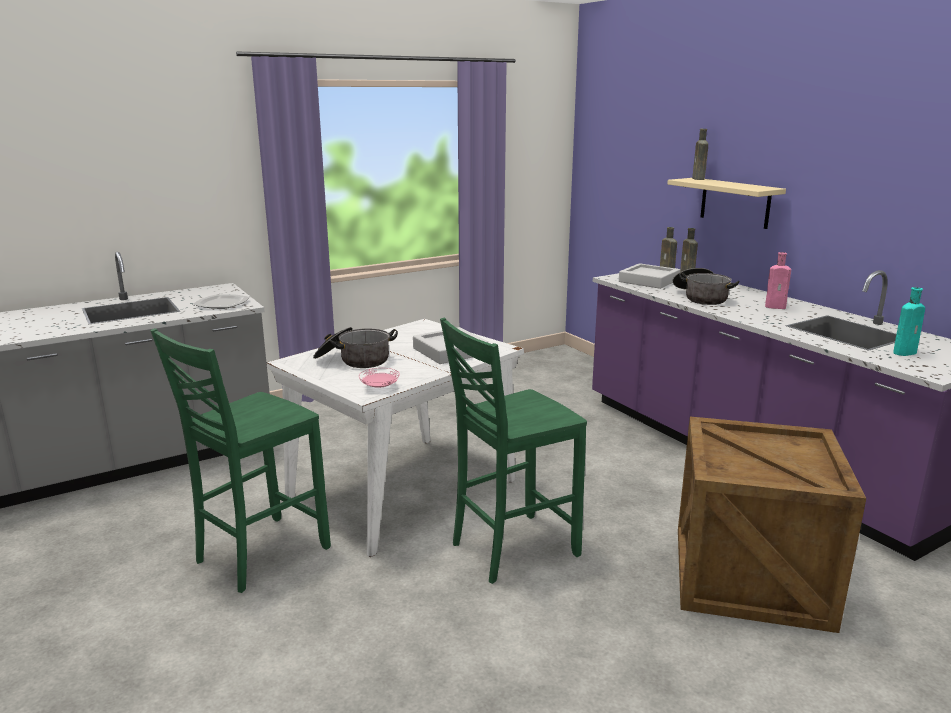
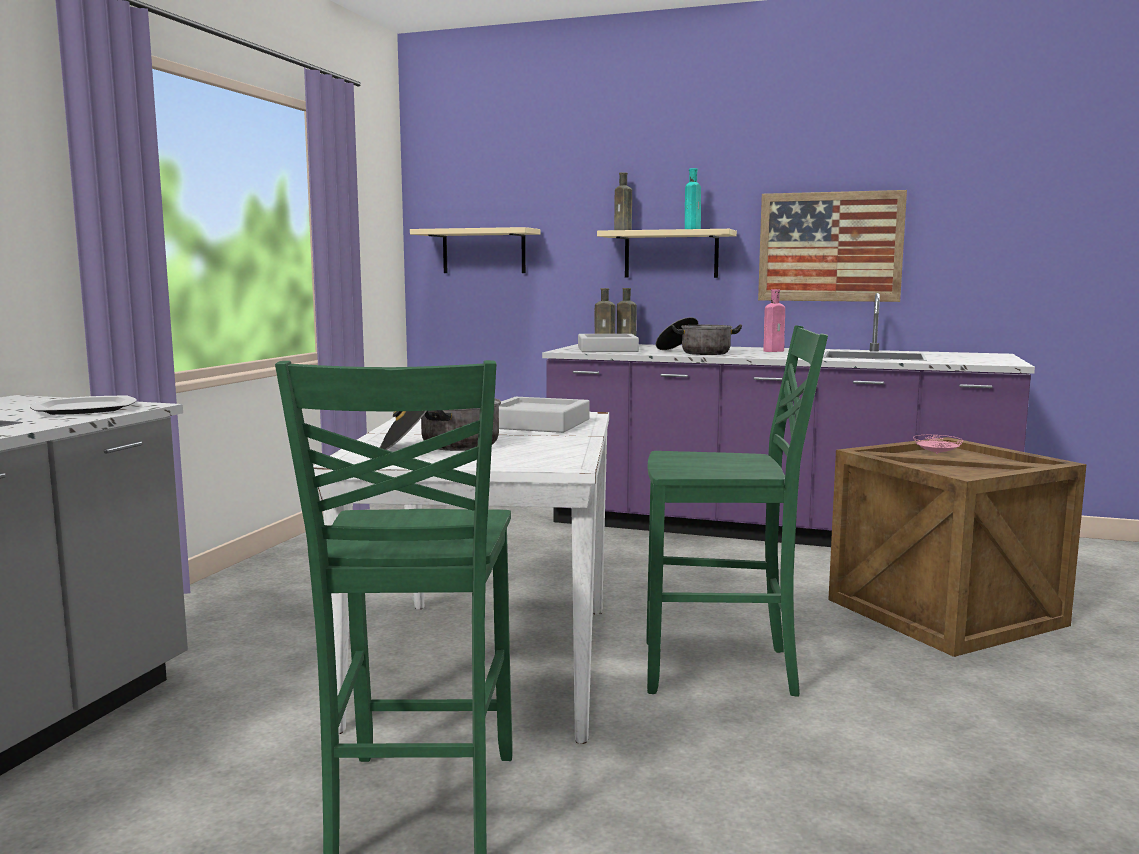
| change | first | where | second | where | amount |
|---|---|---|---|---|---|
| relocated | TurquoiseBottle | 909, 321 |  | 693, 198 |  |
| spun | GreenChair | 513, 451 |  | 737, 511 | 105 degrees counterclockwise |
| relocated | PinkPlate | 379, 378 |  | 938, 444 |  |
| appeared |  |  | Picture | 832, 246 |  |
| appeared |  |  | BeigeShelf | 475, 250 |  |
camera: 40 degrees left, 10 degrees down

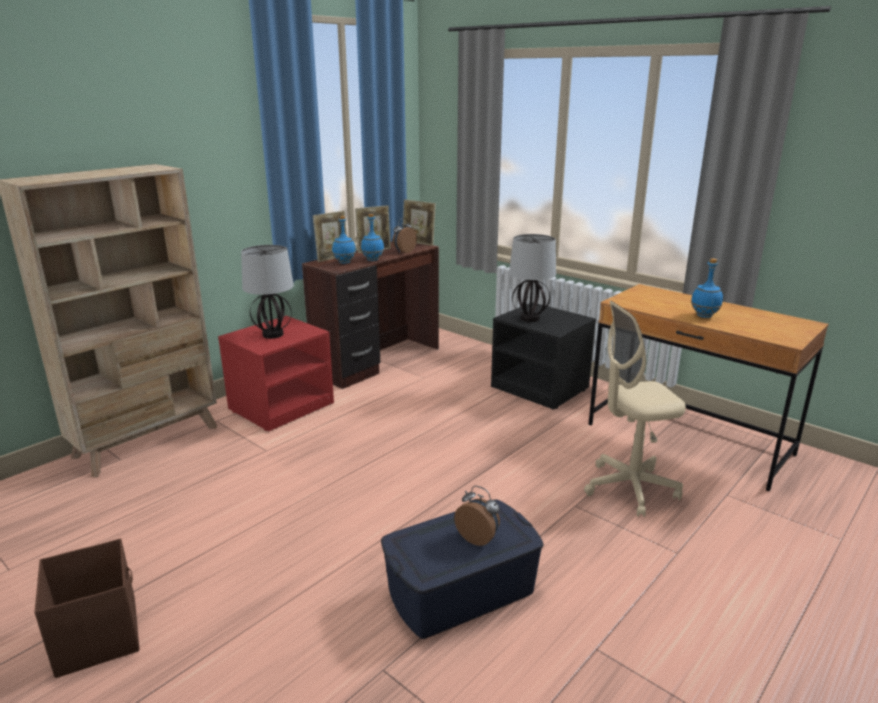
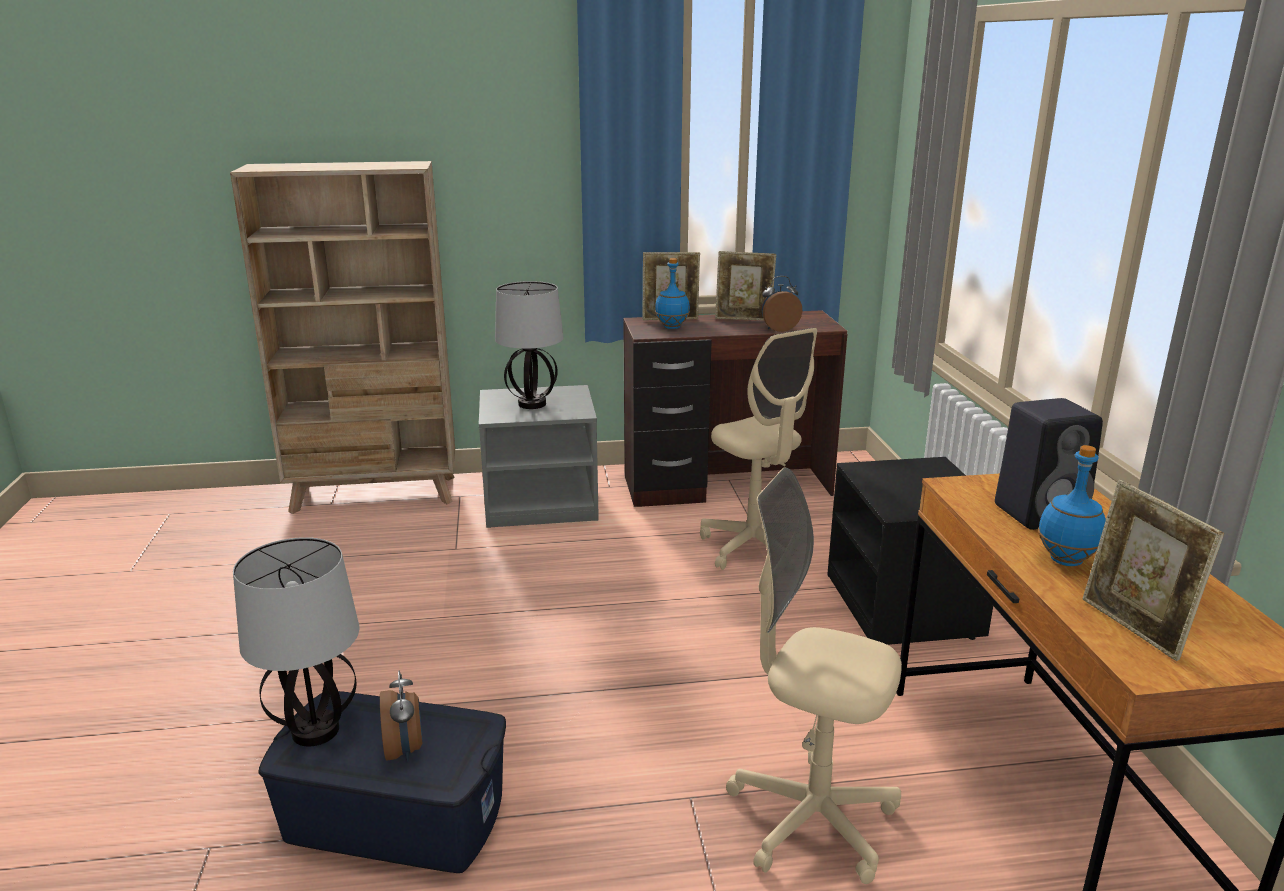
| change | first | where | second | where | amount |
|---|---|---|---|---|---|
| relocated | PictureFrame | 419, 222 |  | 1153, 570 |  |
| missing | BlueBottle | 372, 237 |  |  |  |
| relocated | TableLamp | 532, 278 |  | 296, 641 |  |
| colour | RedNightstand | 276, 374 | GreyNightstand | 539, 456 |  |
| missing | BrownStorageBox | 87, 608 |  |  |  |
| appeared |  |  | BeigeOfficeChair | 758, 449 |  |
| appeared |  |  | BlackSpeaker | 1049, 464 |  |
camera: 40 degrees right, 0 degrees up

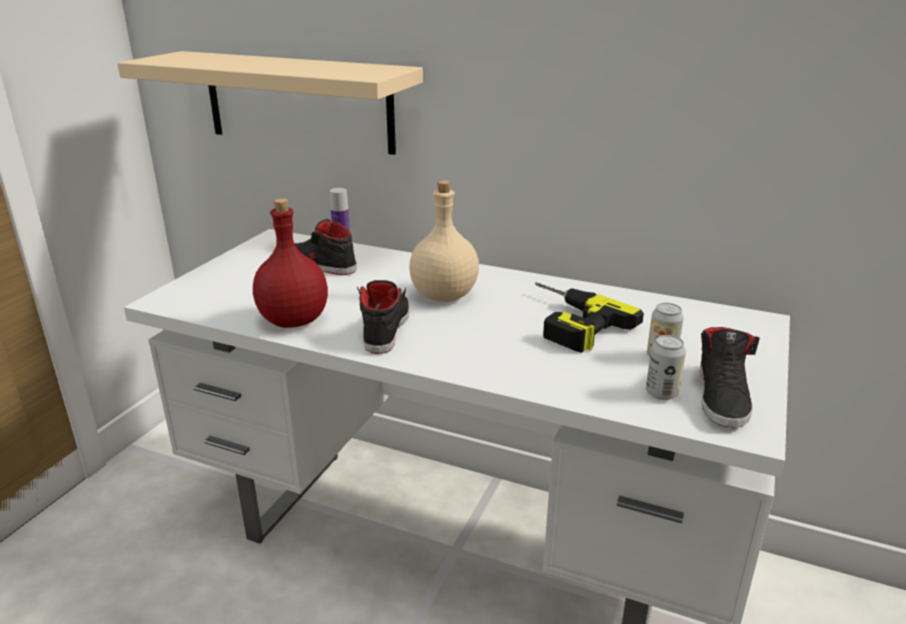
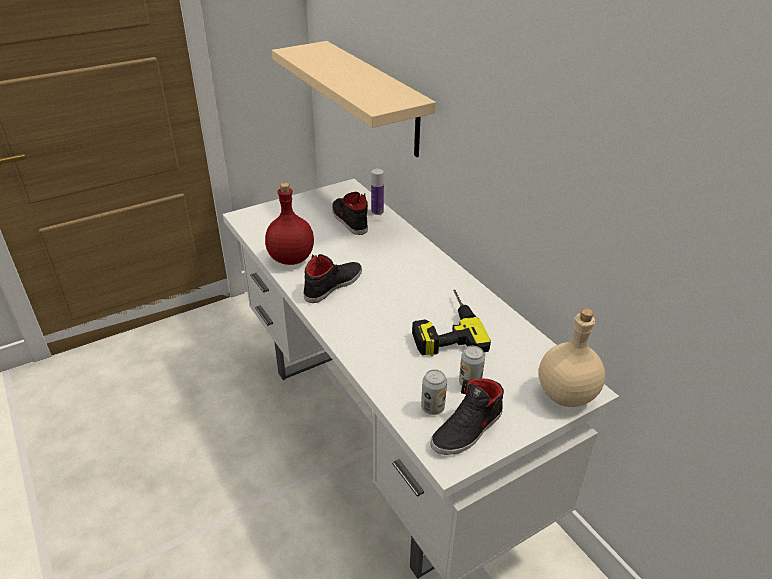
| change | first | where | second | where | amount |
|---|---|---|---|---|---|
| relocated | BeigeBottle | 444, 241 |  | 572, 357 |  |
camera: 35 degrees right, 10 degrees up

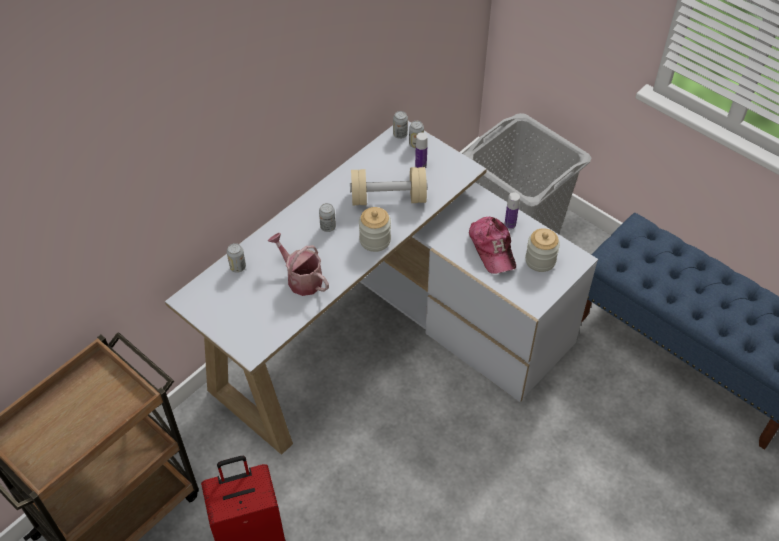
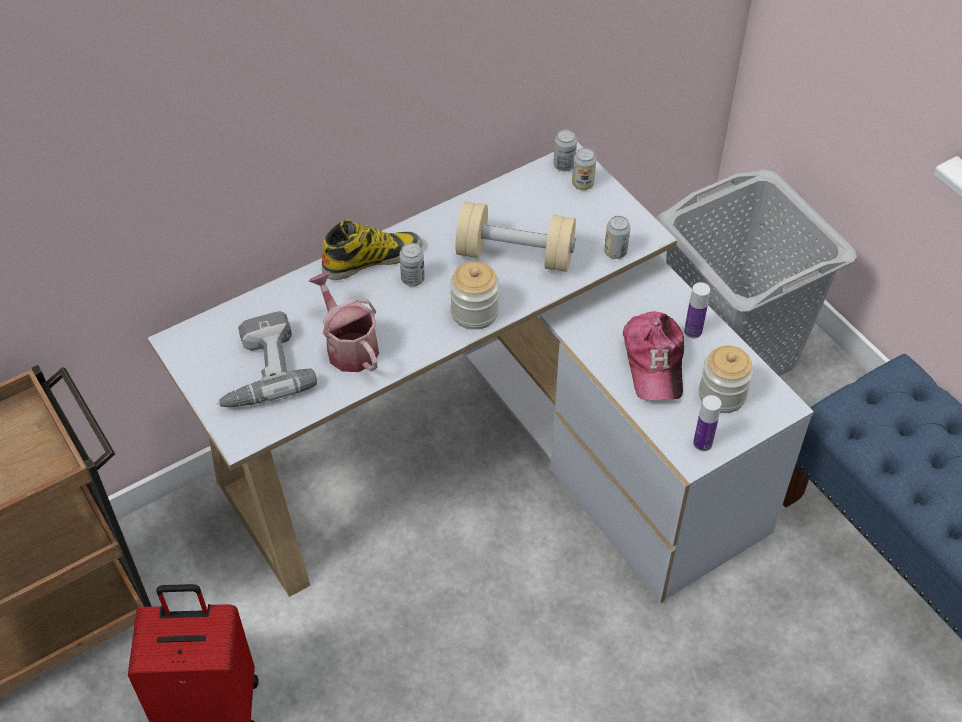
| change | first | where | second | where | amount |
|---|---|---|---|---|---|
| relocated | Bottle | 421, 150 |  | 707, 423 |  |
| relocated | Can | 236, 258 |  | 617, 237 |  |
| appeared |  |  | Boot | 372, 249 |  |
| appeared |  |  | PowerDrill | 267, 359 |  |
camera: 15 degrees right, 0 degrees up

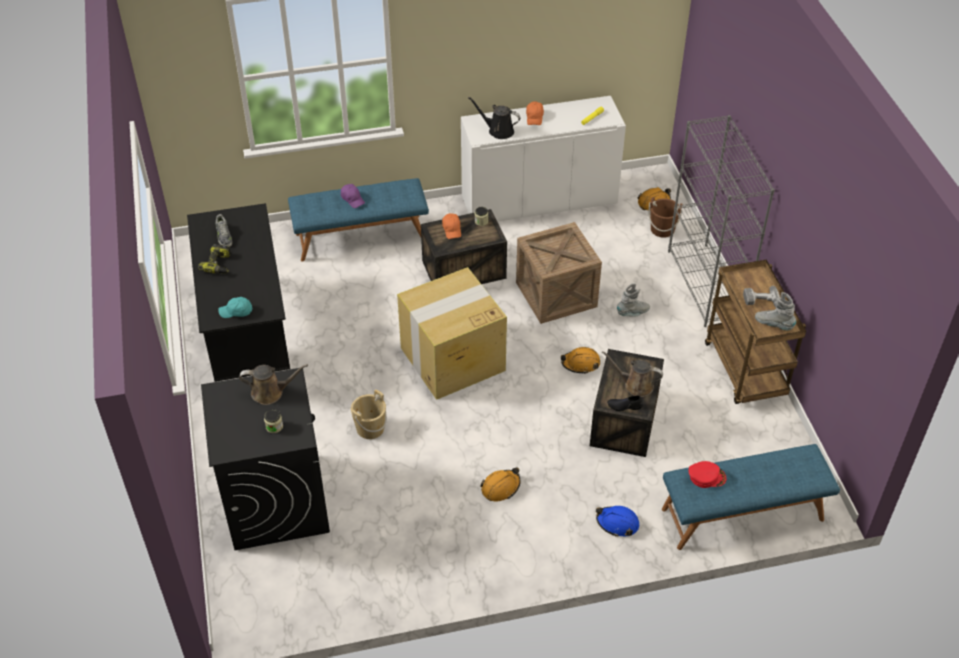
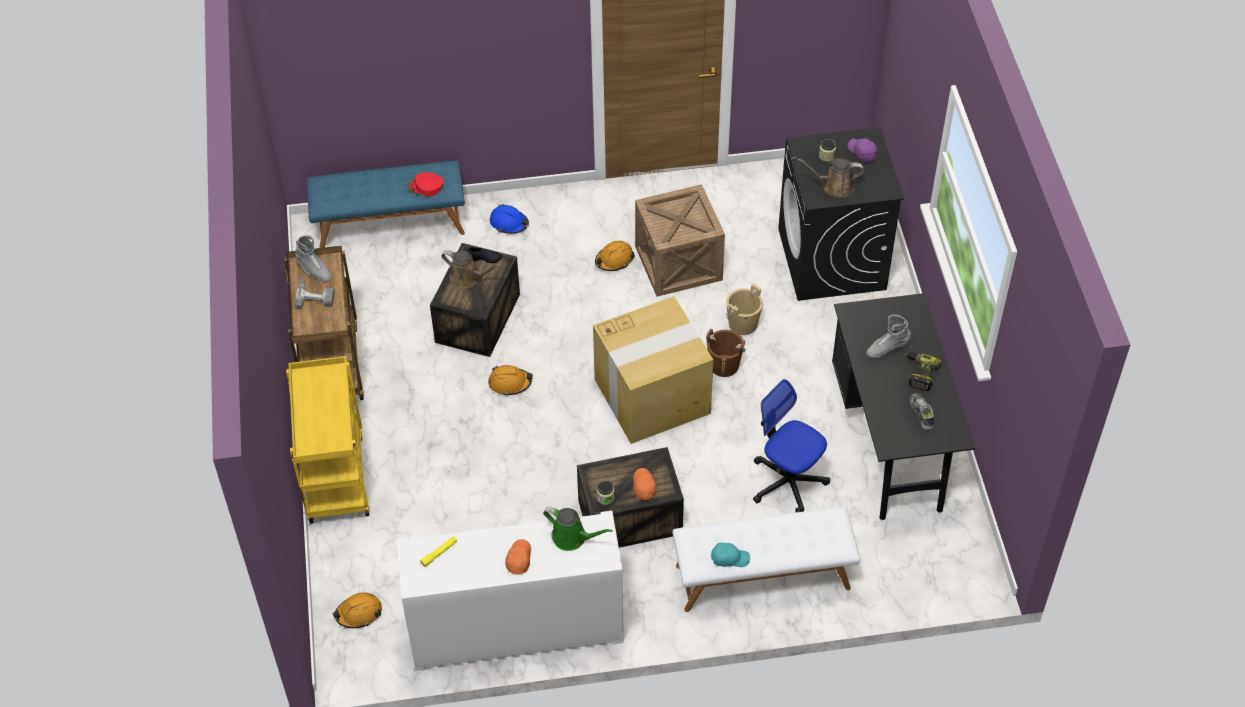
| change | first | where | second | where | amount |
|---|---|---|---|---|---|
| colour | BlackWateringCan | 494, 118 | GreenWateringCan | 578, 529 |  |
| exchanged | GreyBookcase | 721, 221 | YellowCart | 328, 440 |  |
| colour | BlueBench | 358, 220 | WhiteBench | 766, 559 |  |
| relocated | PurpleCap | 353, 196 |  | 863, 150 |  |
| relocated | BrownBucket | 666, 217 |  | 726, 353 |  |
| relocated | Crate | 559, 273 |  | 680, 240 |  |
| relocated | GreyBoot | 633, 300 |  | 888, 336 |  |
| relocated | TurquoiseCap | 235, 307 |  | 730, 554 |  |
| appeared |  |  | OfficeChair | 791, 446 |  |
camera: 175 degrees left, 5 degrees up

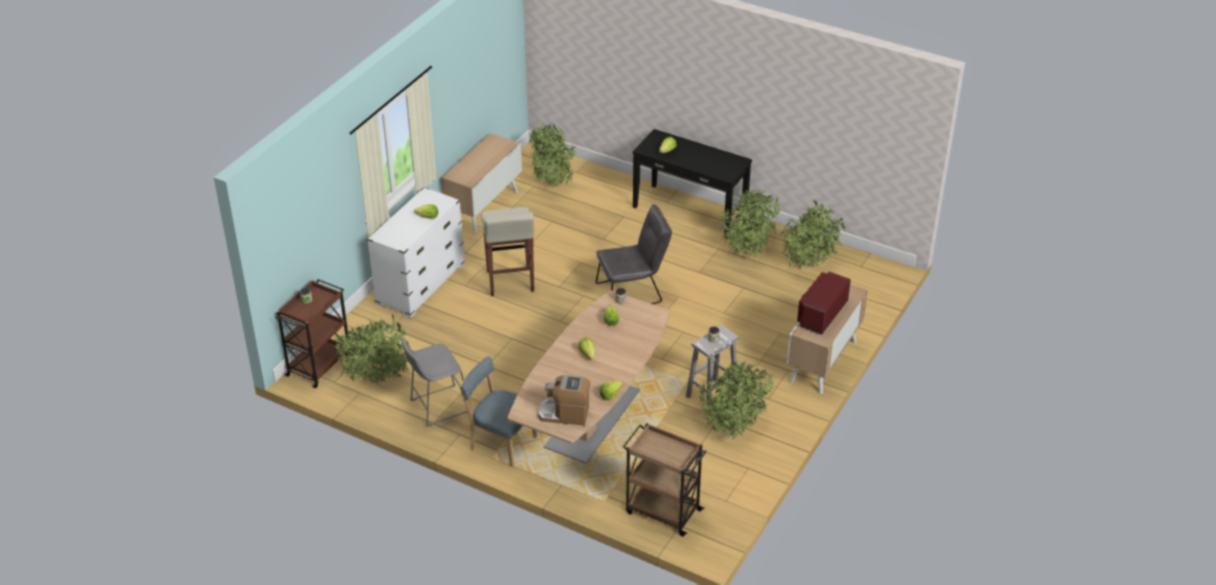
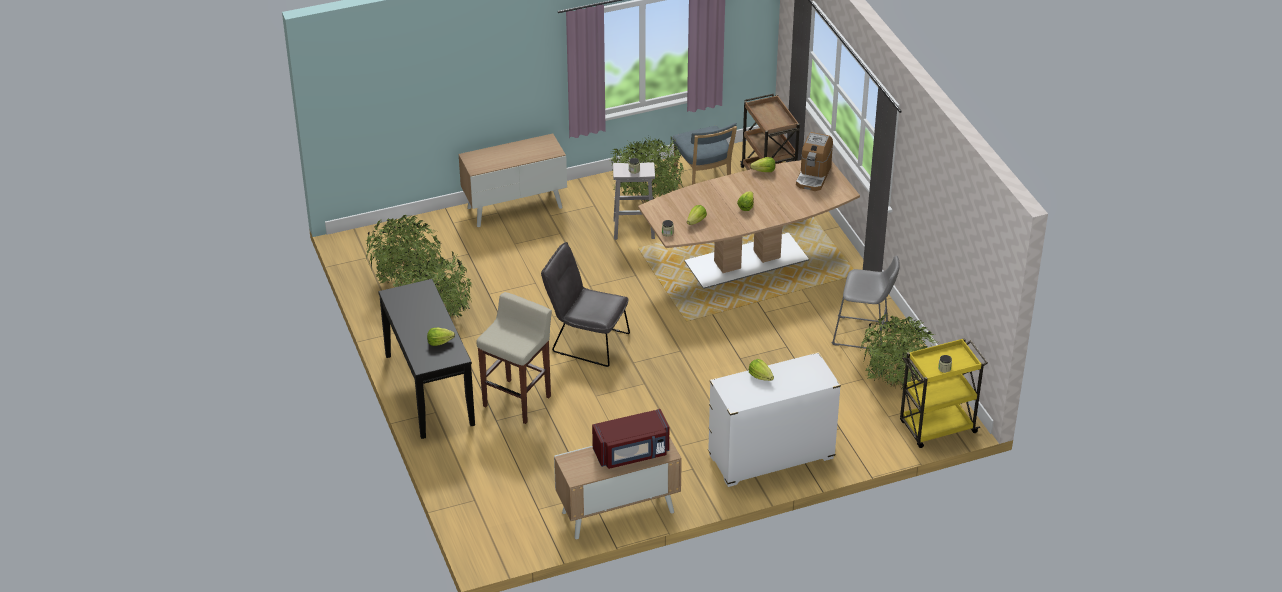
| change | first | where | second | where | amount |
|---|---|---|---|---|---|
| missing | PottedPlant | 552, 155 |  |  |  |
| relocated | BeigeStool | 507, 251 |  | 514, 358 |  |
| relocated | RedMicrowave | 824, 303 |  | 630, 439 |  |
| colour | BrownCart | 312, 333 | YellowCart | 944, 393 |  |
| relocated | BlueChair | 498, 411 |  | 704, 154 |  |
| spun | CoffeeMachine | 564, 400 |  | 814, 161 | 60 degrees clockwise |
camera: 140 degrees left, 0 degrees up

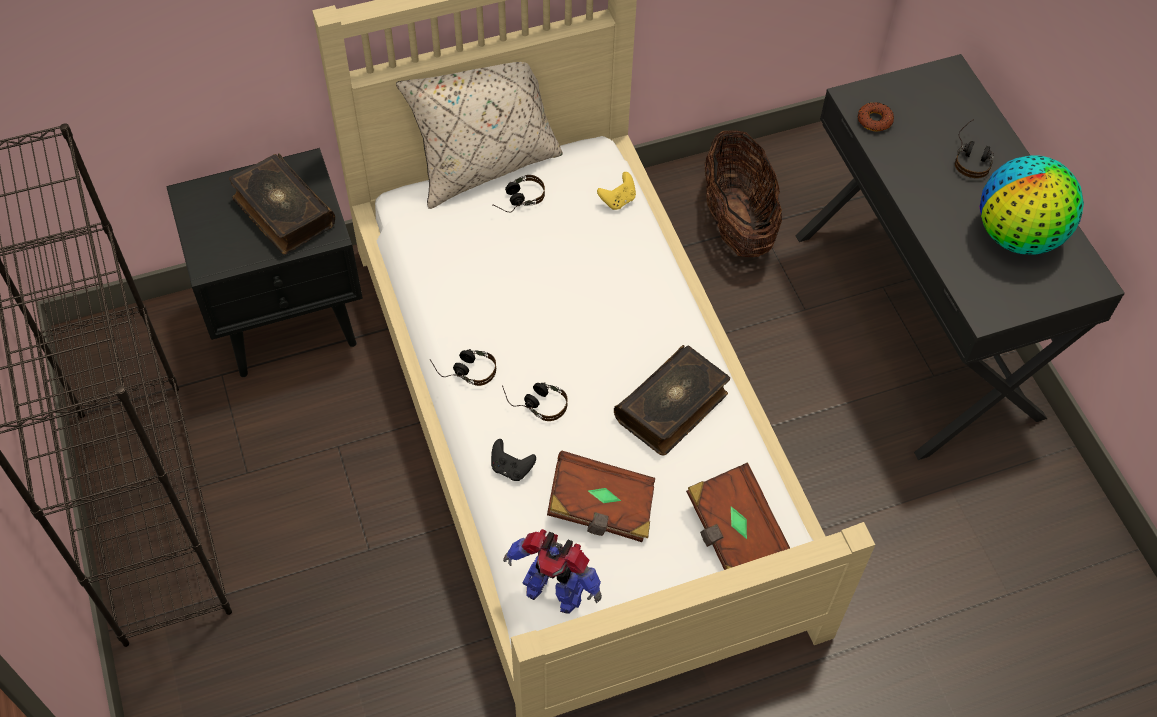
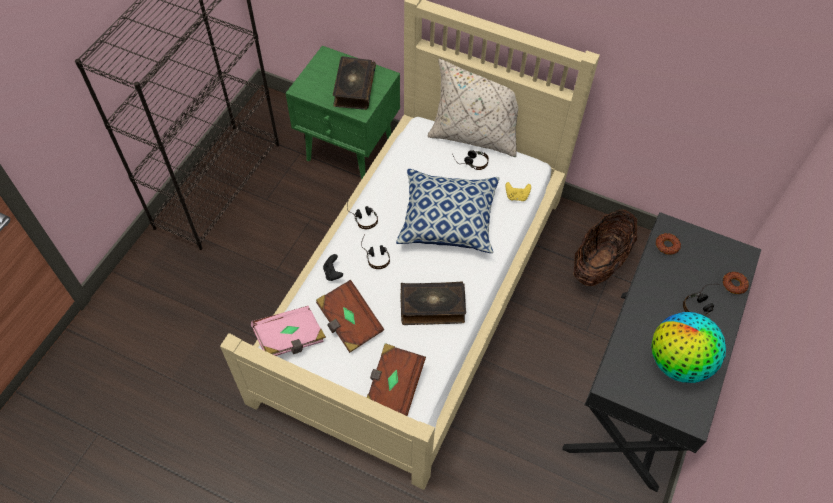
| change | first | where | second | where | amount |
|---|---|---|---|---|---|
| colour | BlackNightstand | 264, 262 | GreenNightstand | 343, 113 |  |
| exchanged | ToyRobot | 552, 571 | PinkBook | 288, 331 |  |
| appeared |  |  | Pillow | 447, 211 |  |
| appeared |  |  | Donut | 736, 283 |  |
camera: 45 degrees right, 0 degrees up

